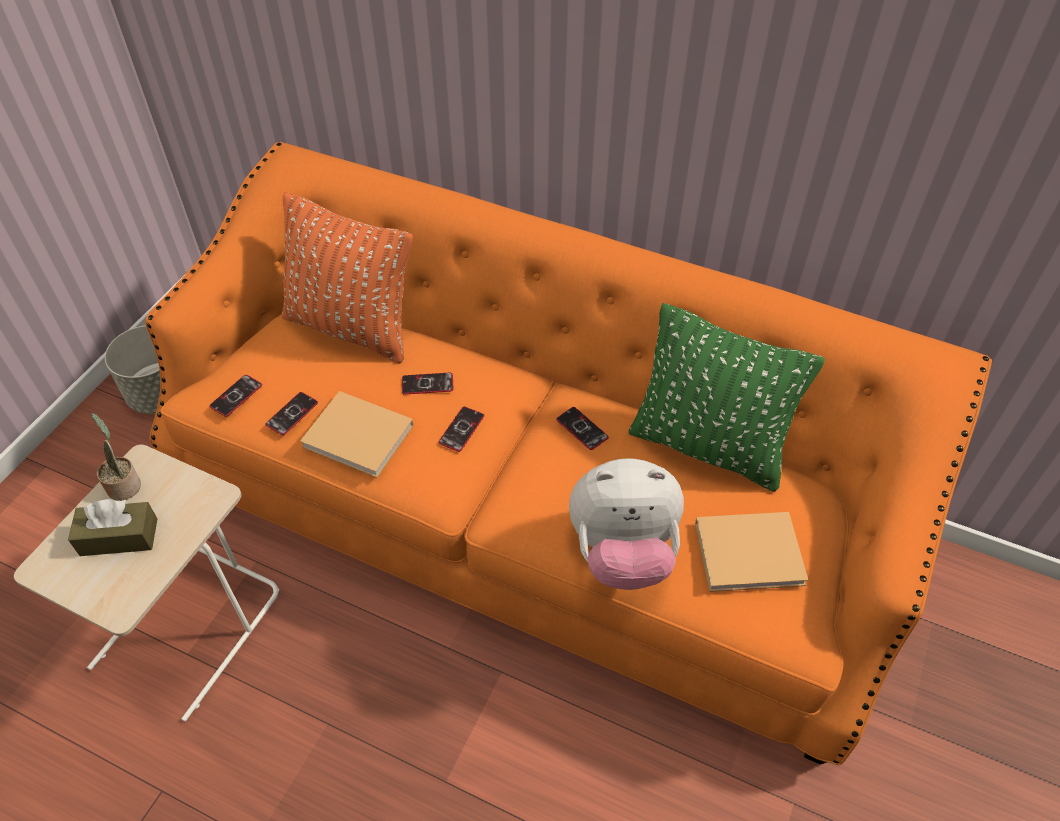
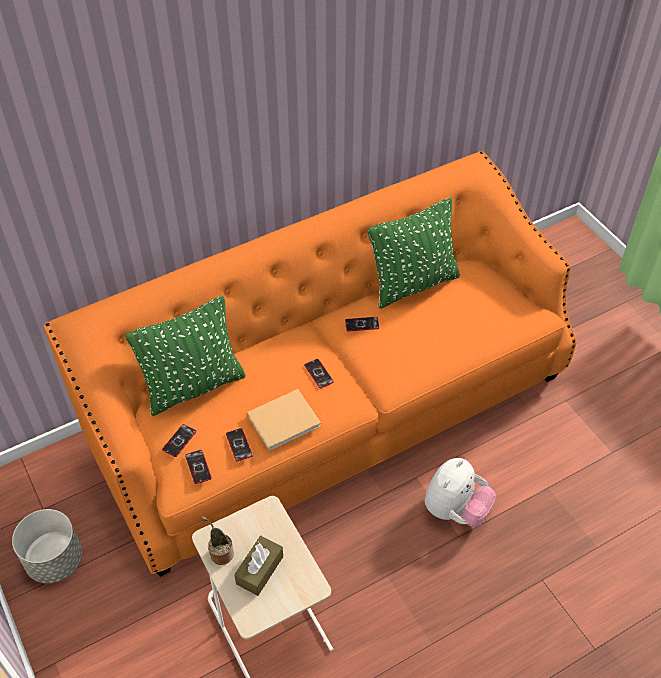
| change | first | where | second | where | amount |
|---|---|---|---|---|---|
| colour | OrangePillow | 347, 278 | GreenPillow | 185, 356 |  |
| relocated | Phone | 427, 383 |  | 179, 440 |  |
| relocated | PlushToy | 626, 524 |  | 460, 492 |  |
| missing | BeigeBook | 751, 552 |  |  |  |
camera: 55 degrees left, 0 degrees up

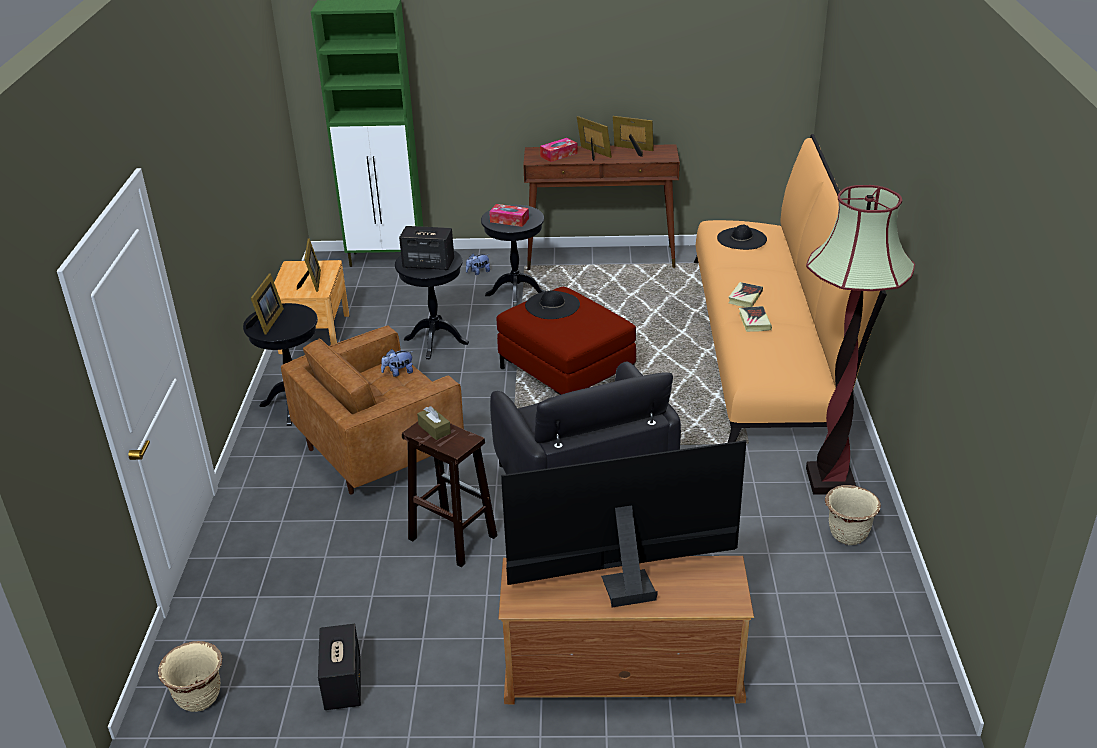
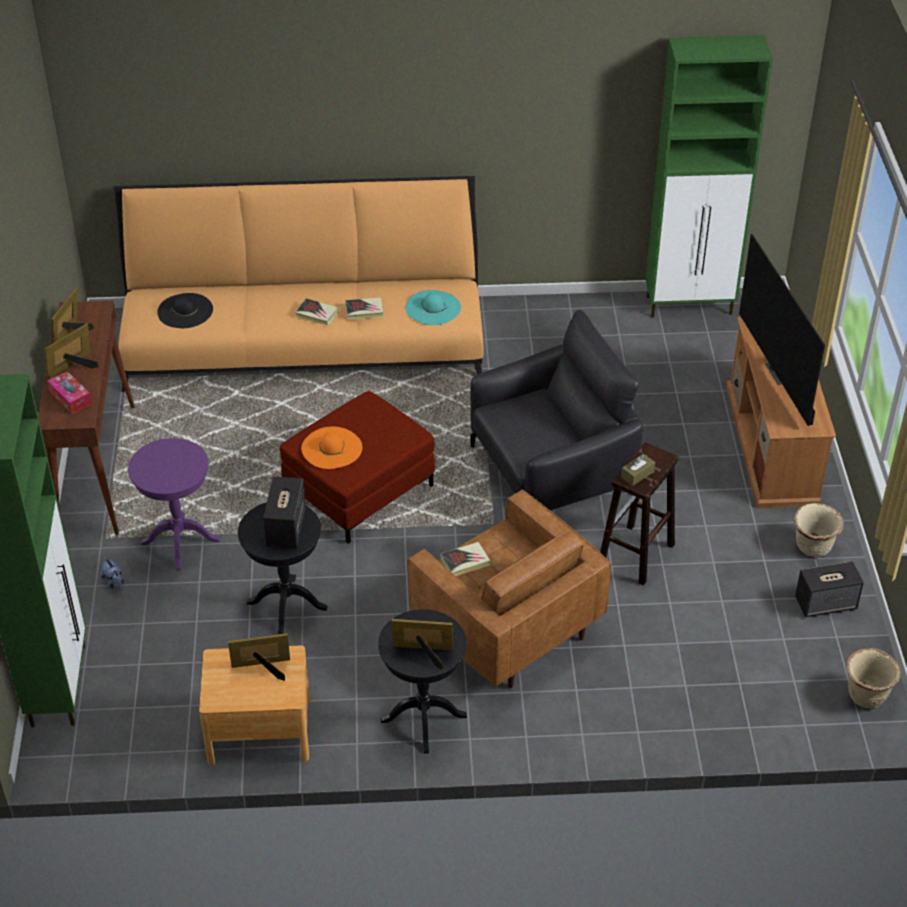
| change | first | where | second | where | amount |
|---|---|---|---|---|---|
| missing | FloorLamp | 860, 340 |  |  |  |
| missing | TissueBox | 509, 215 |  |  |  |
| colour | BlackSideTable | 513, 256 | PurpleSideTable | 174, 504 |  |
| colour | BlackHat | 552, 304 | OrangeHat | 331, 448 |  |
| exchanged | PlushToy | 397, 363 | Book | 465, 559 |  |
| relocated | BeigePlanter | 853, 515 |  | 819, 530 |  |
| appeared |  |  | GreenCabinet | 709, 176 |  |
| appeared |  |  | TurquoiseHat | 433, 307 |  |
camera: 95 degrees left, 10 degrees up

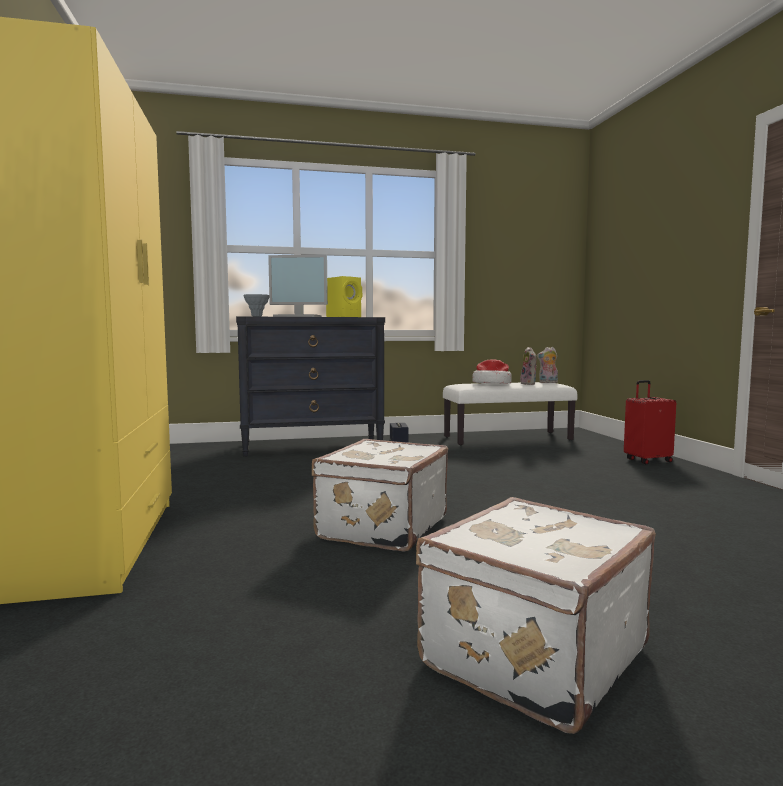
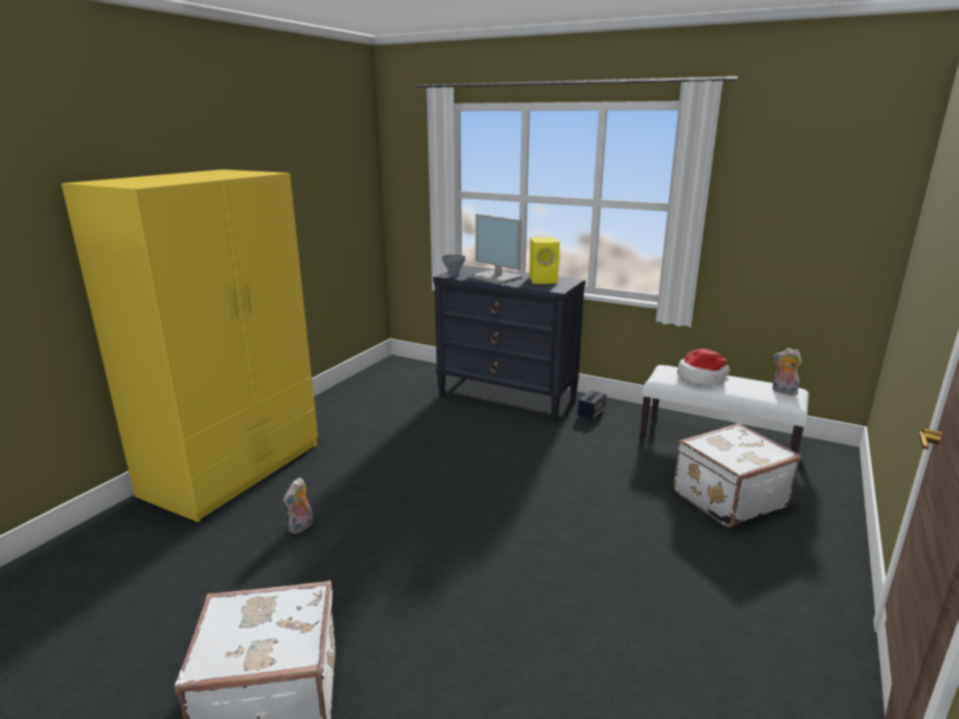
| change | first | where | second | where | amount |
|---|---|---|---|---|---|
| relocated | PlushToy | 528, 366 |  | 298, 506 |  |
| missing | RedSuitcase | 650, 422 |  |  |  |
| relocated | WhiteSuitcase | 380, 495 |  | 737, 475 |  |
camera: 40 degrees right, 15 degrees up

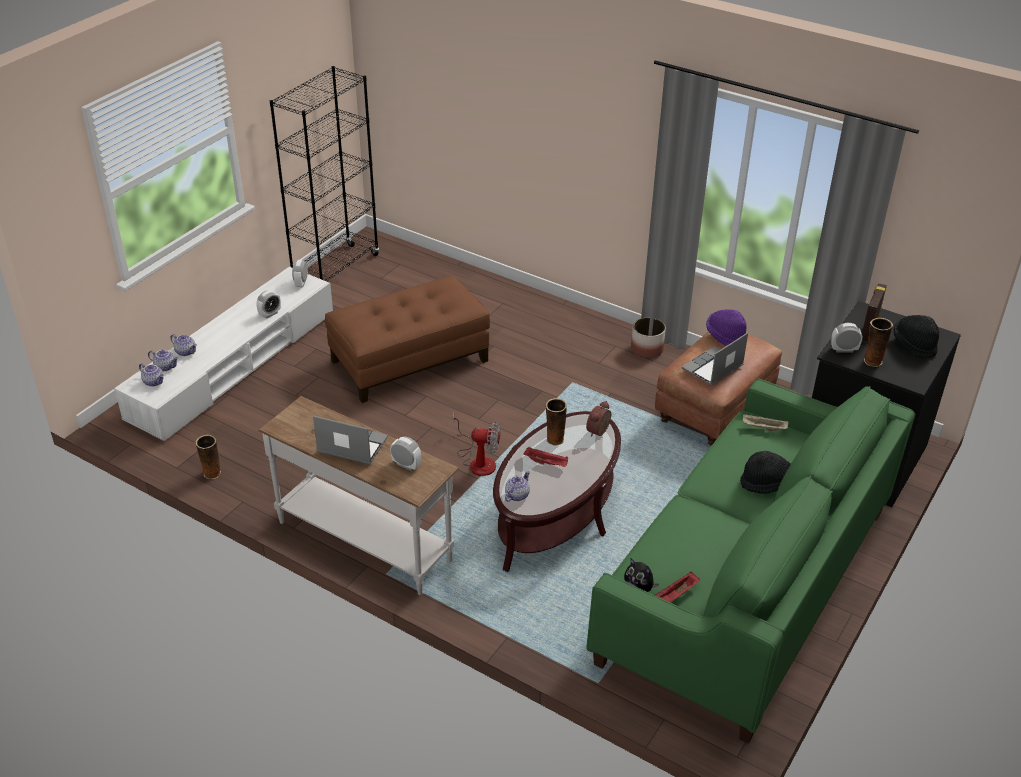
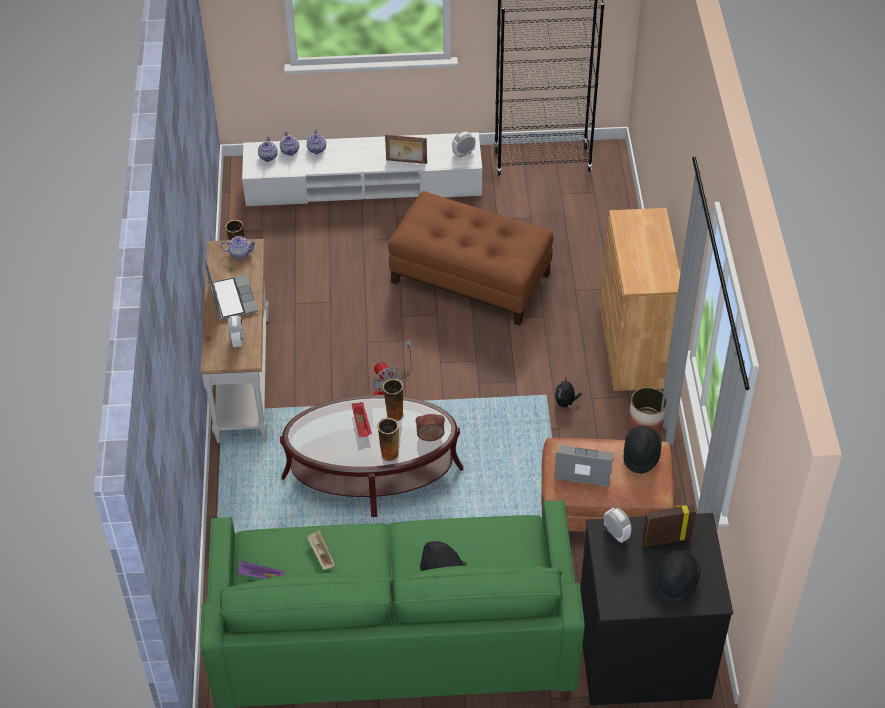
| change | first | where | second | where | amount |
|---|---|---|---|---|---|
| exchanged | AlarmClock | 268, 304 | PictureFrame | 406, 149 |  |
| colour | PurpleHat | 726, 327 | BlackHat | 642, 449 |  |
| relocated | Vase | 878, 342 |  | 388, 440 |  |
| relocated | BeigeTray | 765, 422 |  | 321, 549 |  |
| relocated | Teapot | 517, 486 |  | 239, 247 |  |
| relocated | PlushToy | 641, 575 |  | 568, 393 |  |
| colour | RedTray | 677, 587 | PurpleTray | 261, 570 |  |
| appeared |  |  | BrownCabinet | 640, 299 |  |
camera: 55 degrees right, 10 degrees up

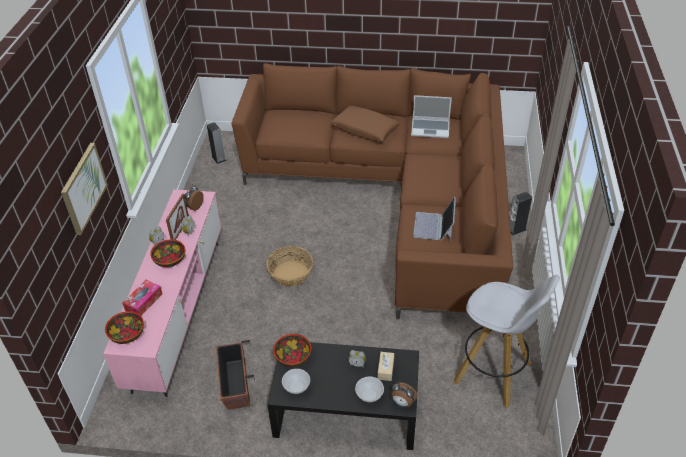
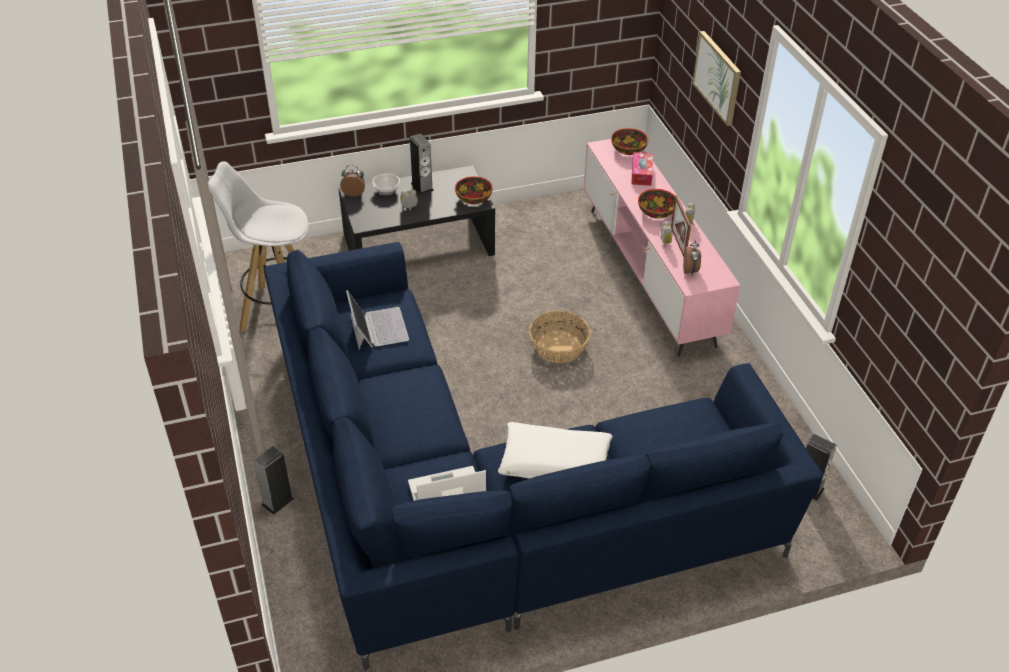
| change | first | where | second | where | amount |
|---|---|---|---|---|---|
| colour | BrownSofa | 372, 191 | BlueSofa | 543, 456 |  |
| colour | BrownPillow | 365, 124 | WhitePillow | 555, 450 |  |
| missing | Planter | 235, 375 |  |  |  |
| missing | BeigeTissueBox | 386, 366 |  |  |  |
| missing | Bowl | 296, 381 |  |  |  |
| appeared |  |  | Speaker | 422, 164 |  |
camera: 155 degrees right, 0 degrees up

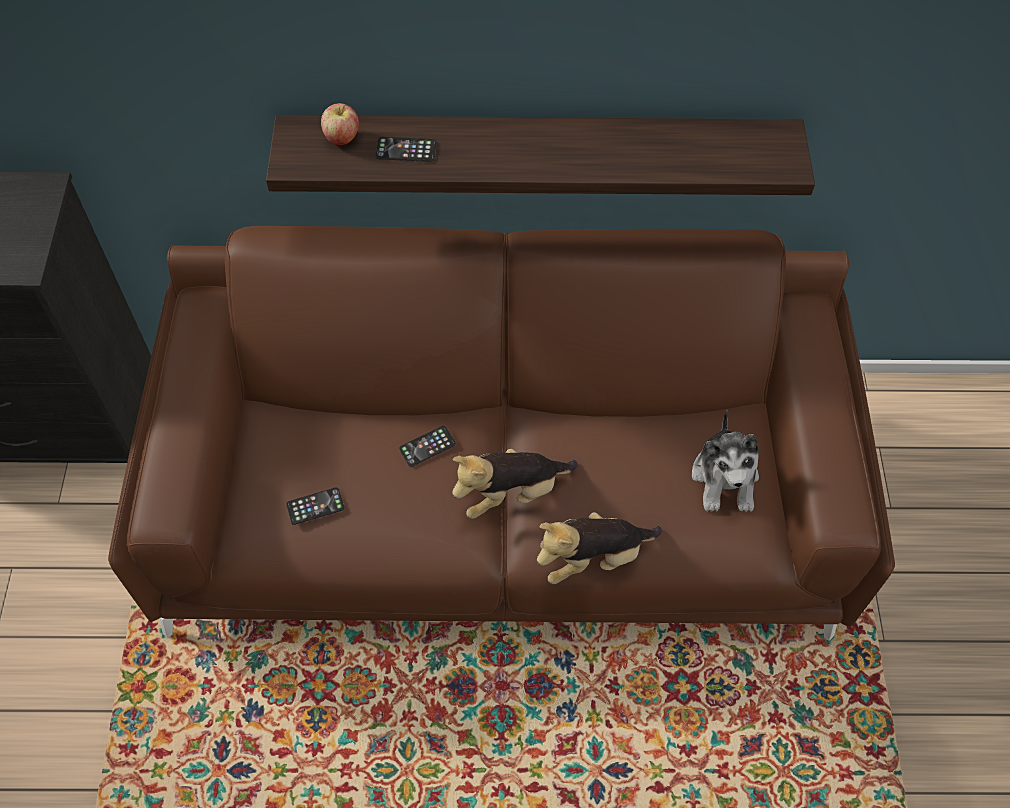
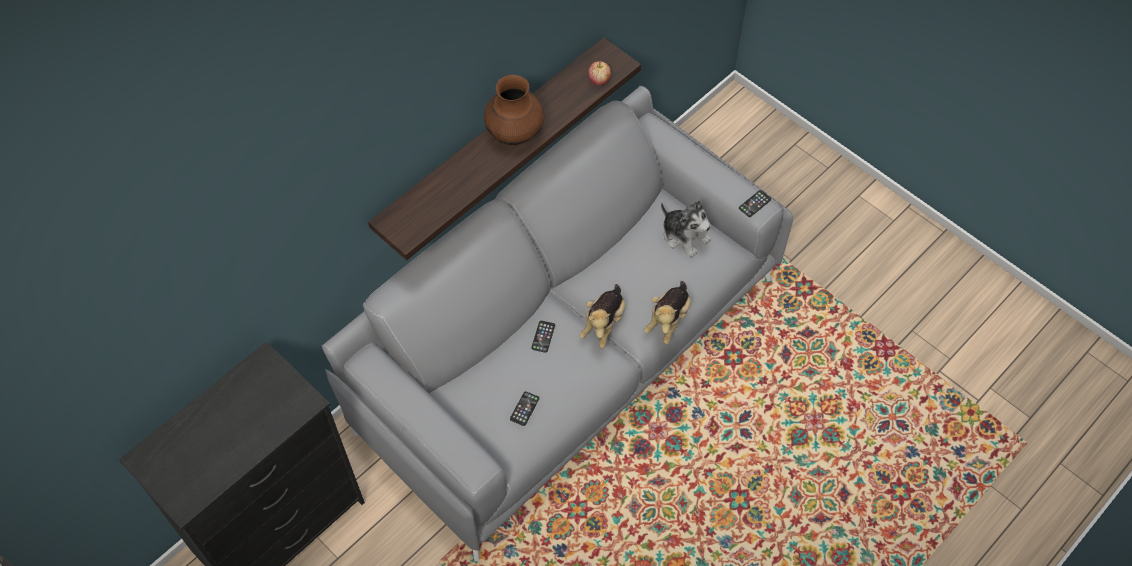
| change | first | where | second | where | amount |
|---|---|---|---|---|---|
| relocated | Apple | 340, 124 |  | 599, 73 |  |
| relocated | Phone | 406, 149 |  | 755, 203 |  |
| colour | BrownSofa | 501, 433 | GreySofa | 557, 323 |  |
| appeared |  |  | BrownVase | 514, 110 |  |
camera: 45 degrees left, 0 degrees up

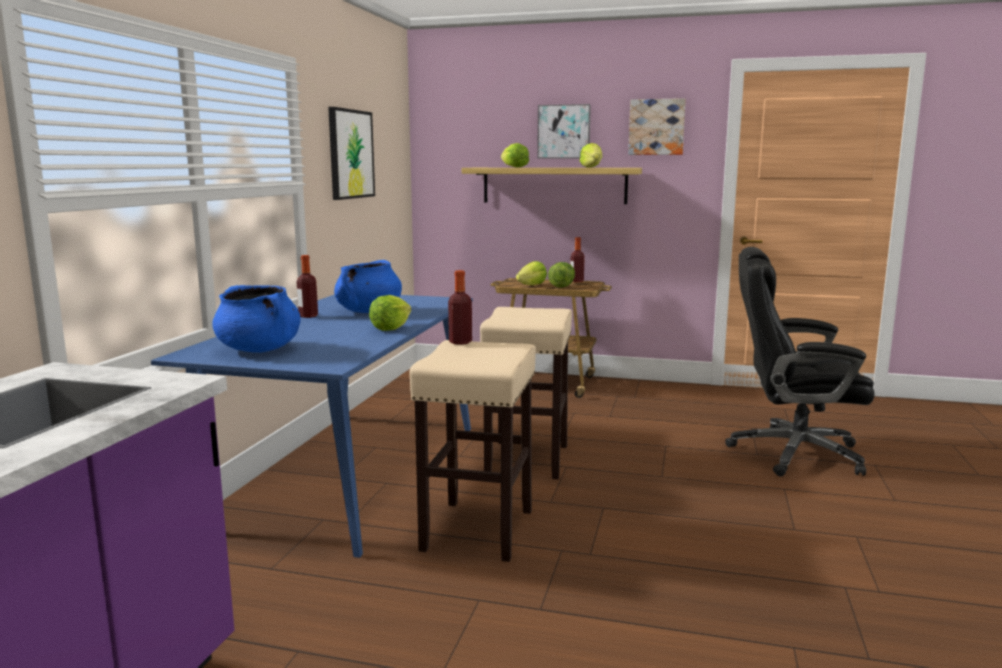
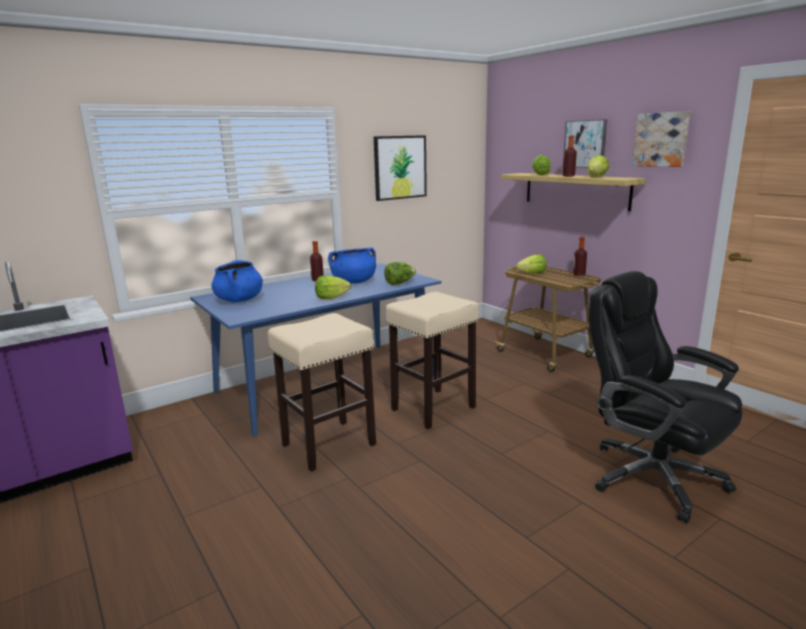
| change | first | where | second | where | amount |
|---|---|---|---|---|---|
| relocated | Lettuce | 561, 275 |  | 400, 273 |  |
| relocated | Bottle | 460, 307 |  | 570, 156 |  |
camera: 40 degrees right, 5 degrees up

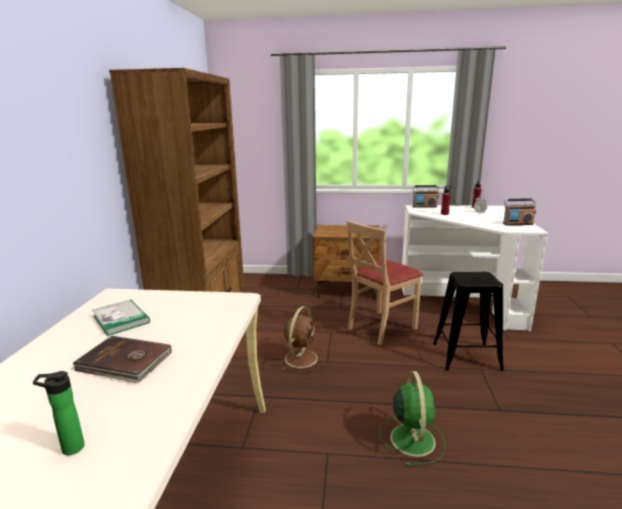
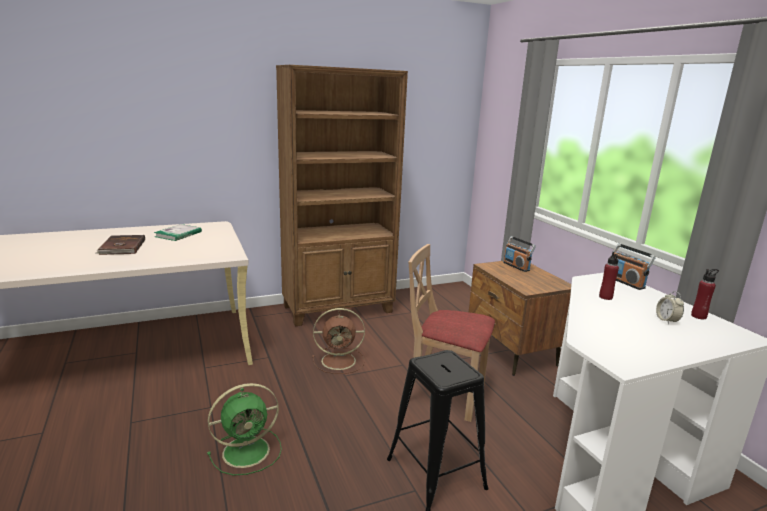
| change | first | where | second | where | amount |
|---|---|---|---|---|---|
| relocated | Radio | 519, 211 |  | 519, 254 |  |
| missing | Bottle | 59, 413 |  |  |  |
camera: 60 degrees right, 0 degrees up

